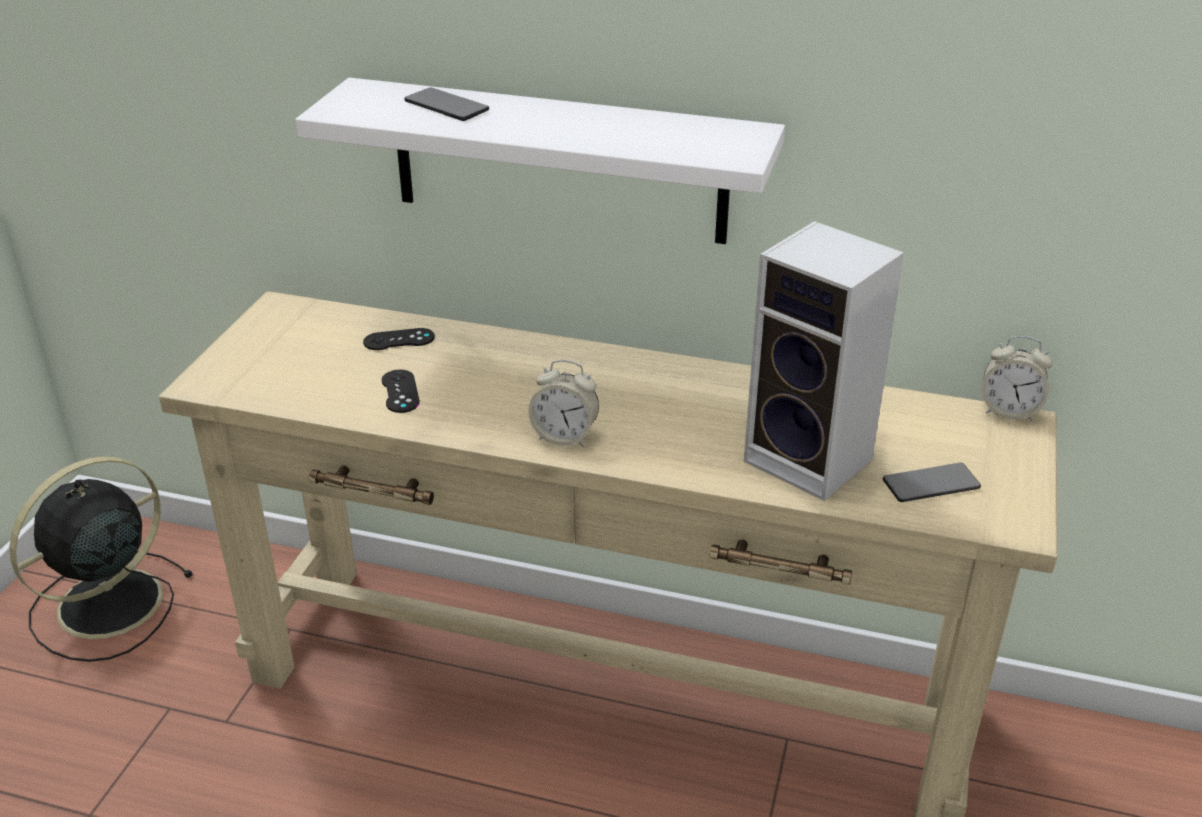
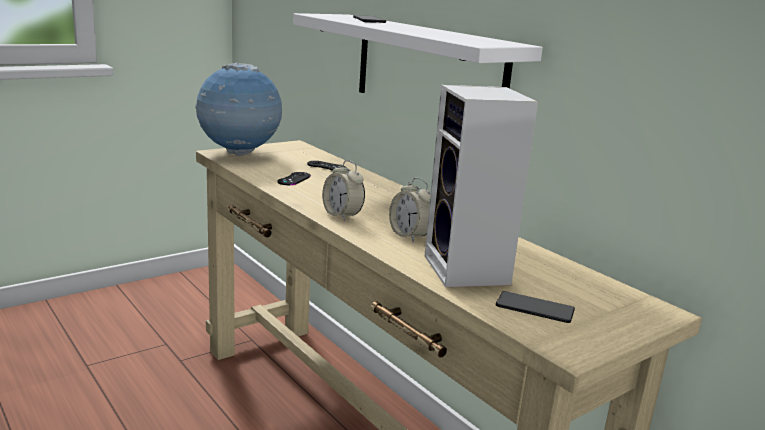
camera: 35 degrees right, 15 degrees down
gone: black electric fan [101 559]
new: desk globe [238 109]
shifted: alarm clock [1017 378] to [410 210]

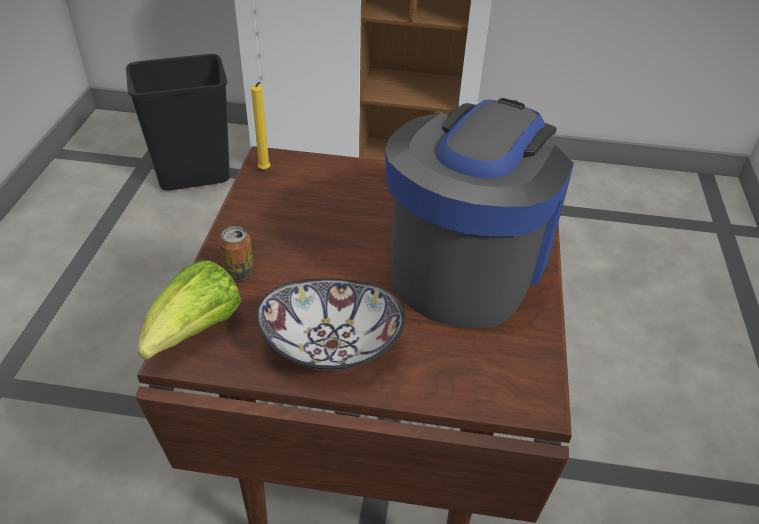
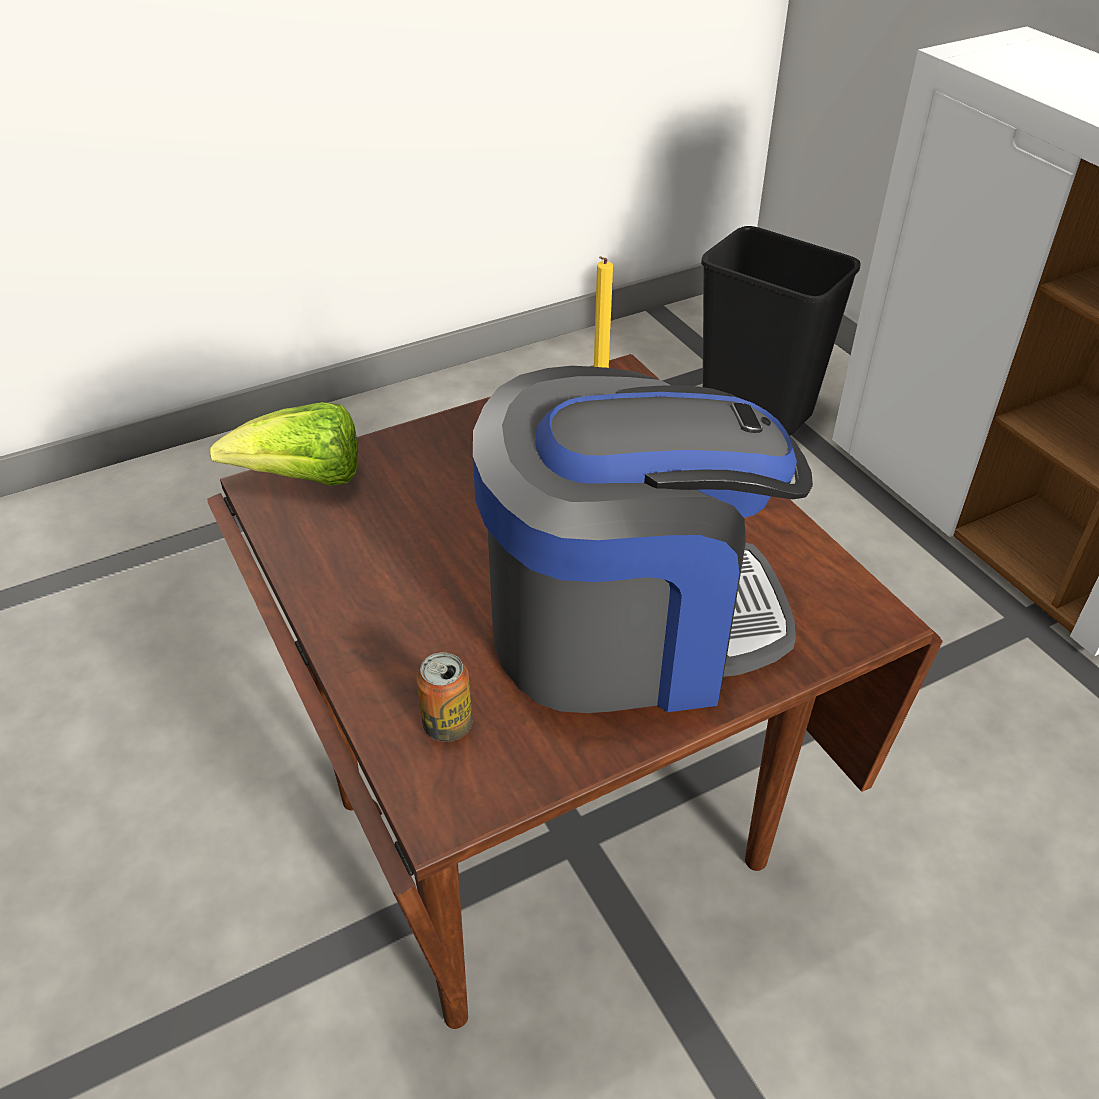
camera: 55 degrees right, 0 degrees up
gone: deep dish [331 324]
shifted: metal can [236 253] to [444 697]

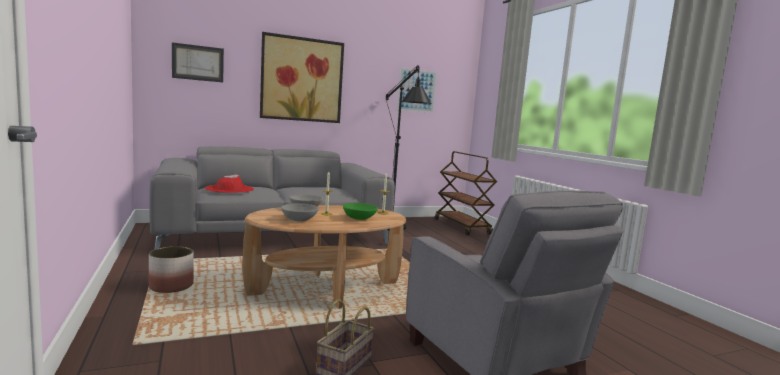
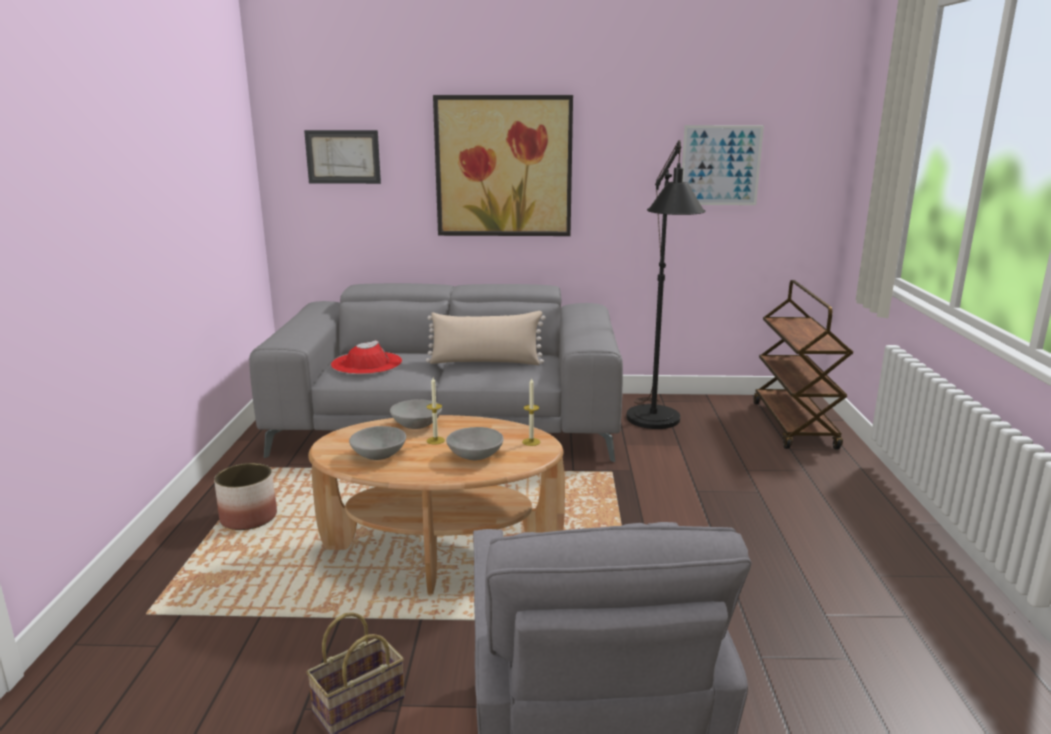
camera: 25 degrees right, 10 degrees up
new: beige cushion [486 338]
repainted: green deep dish [360 211] to grey deep dish [475 443]

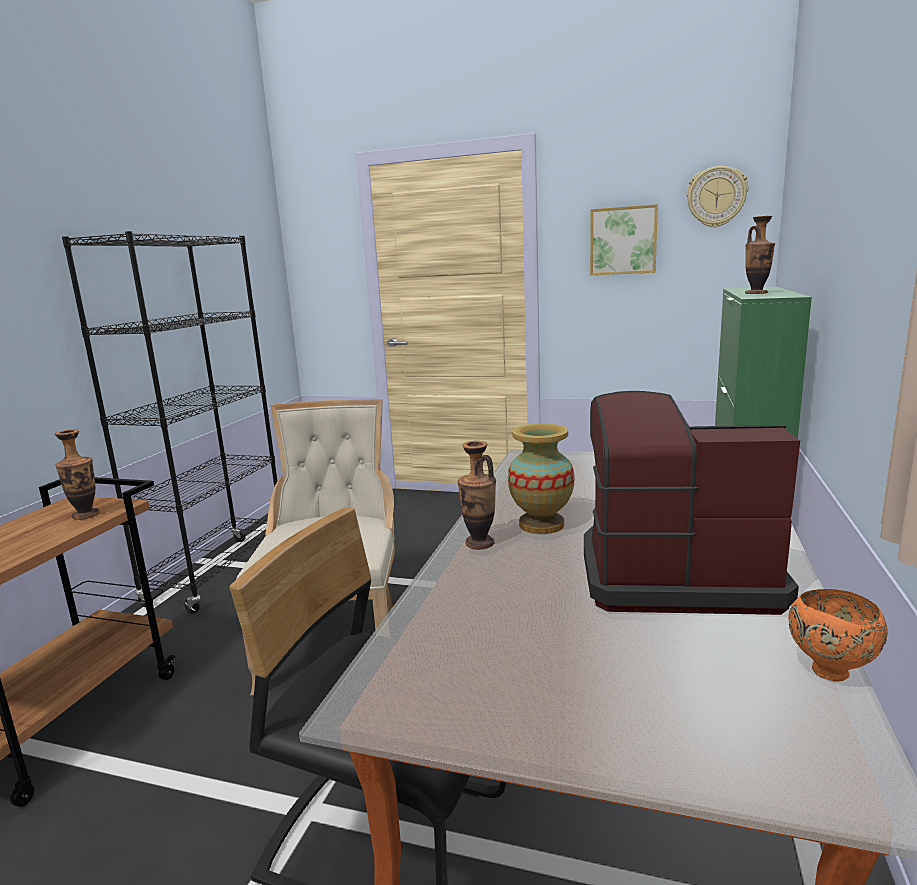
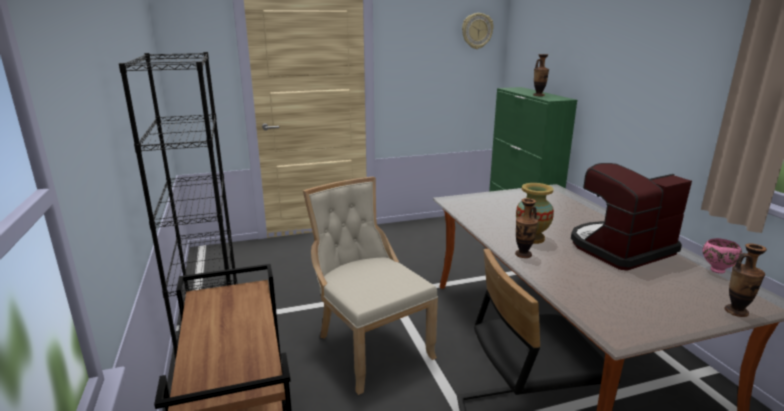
camera: 35 degrees left, 5 degrees up
gone: wall picture [624 239]
shifted: flower vase [77 474] to [746 280]
repainted: orangey deep dish [838 635] to pinkish deep dish [722 256]

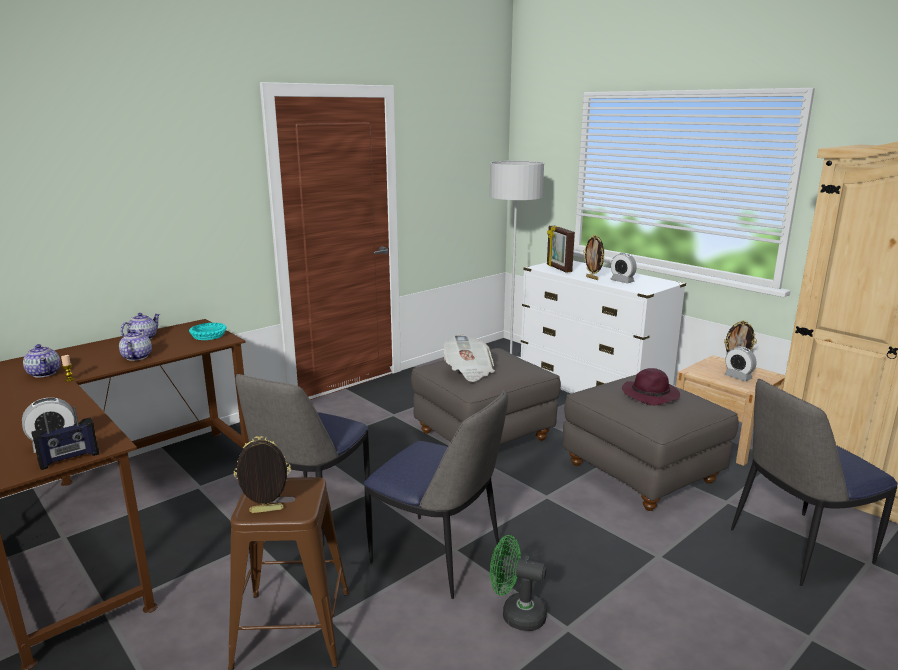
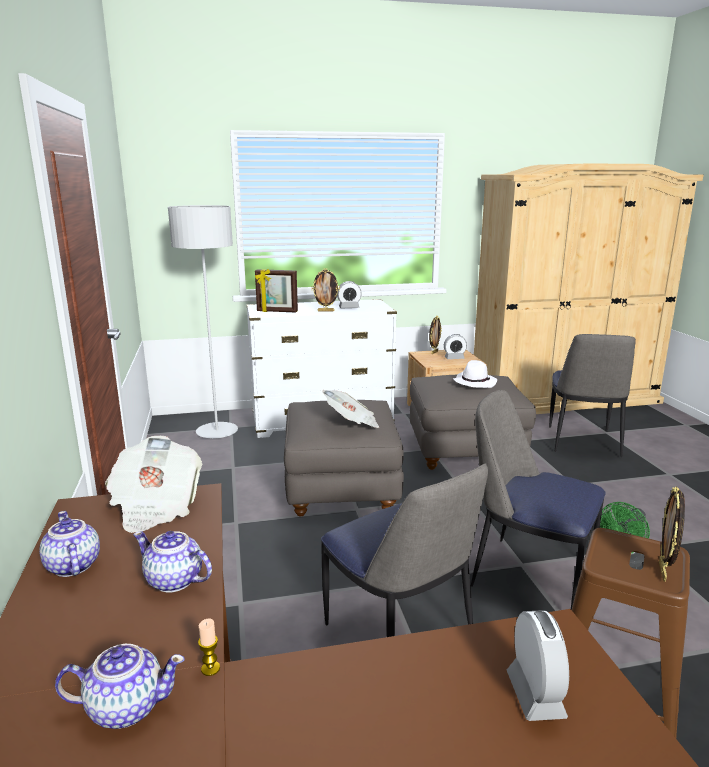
camera: 60 degrees left, 0 degrees up
gone: radio set [65 438]
swapped: turquoise-coloured deep dish [208 331] to newspaper [153 484]
repainted: purplish wearable hat [651 386] to white wearable hat [475 374]
rotated: plain chair [436 494] = [538 500] 120 degrees counterclockwise

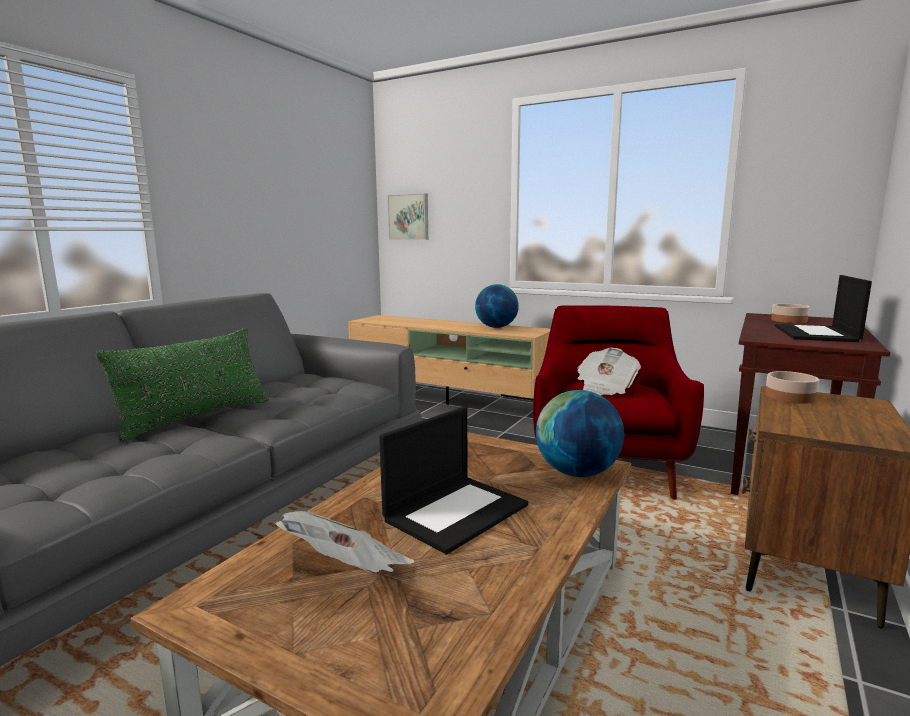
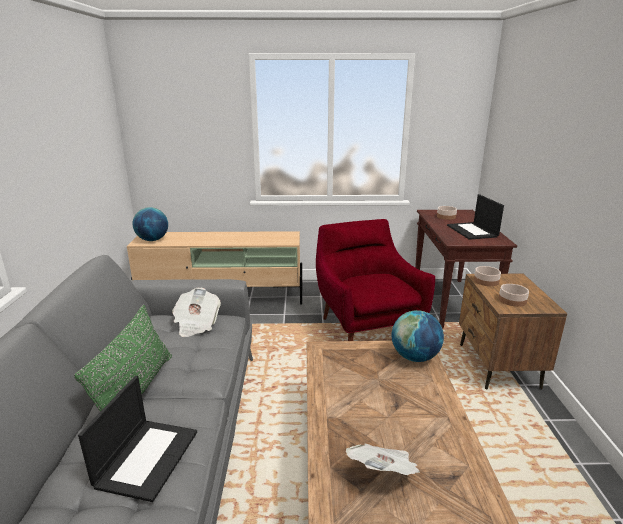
camera: 30 degrees left, 10 degrees up
gone: wall picture [408 216]
new: deep dish [514 295]
shifted: portable computer [453 480] to [137 439]; desk globe [497 306] to [150 224]; newspaper [609 371] to [196 312]

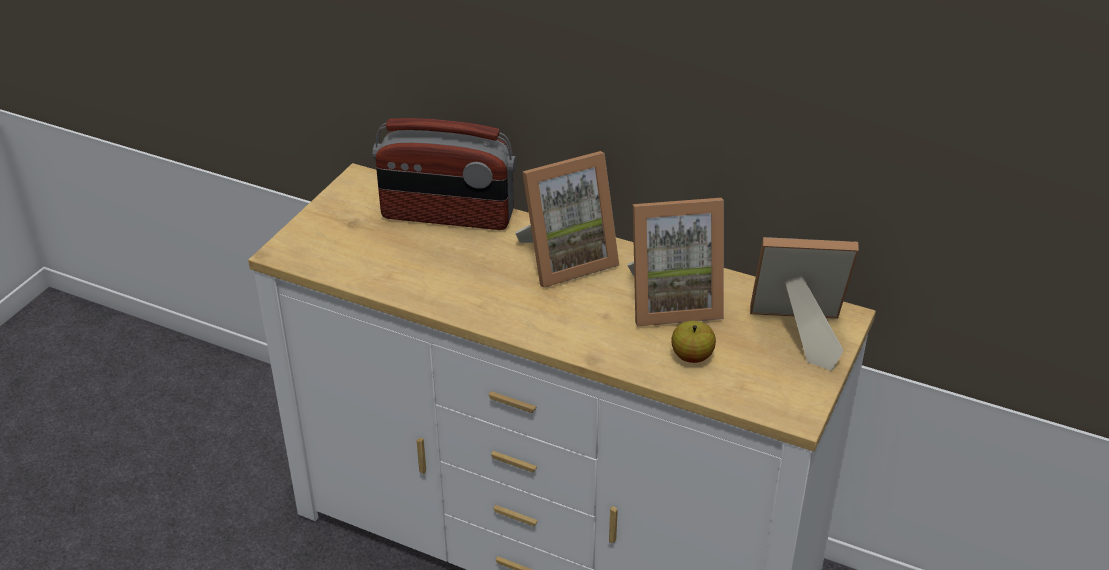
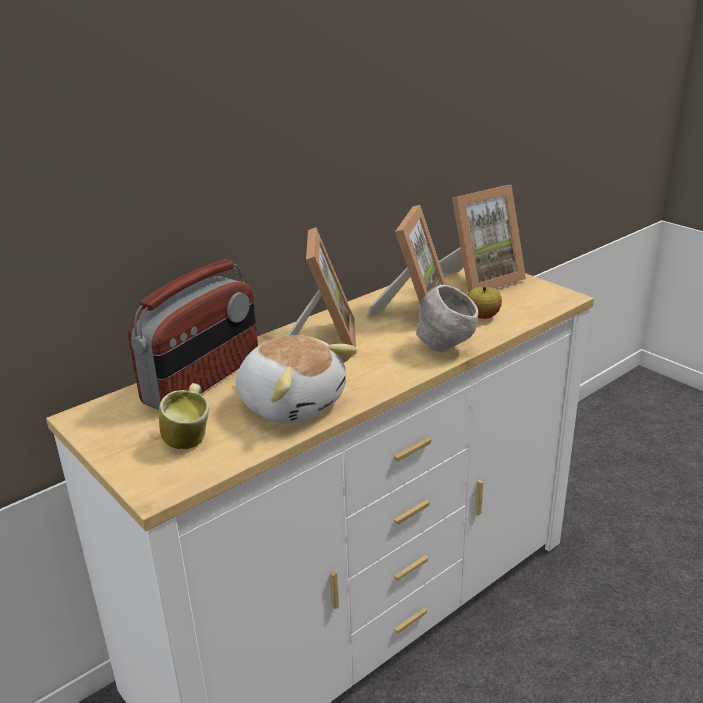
camera: 65 degrees left, 10 degrees down
new: coffee mug [184 416]; soft toy [296 379]; grey deep dish [447 318]
rotated: standing frame [804 304] = [482 239] 150 degrees counterclockwise

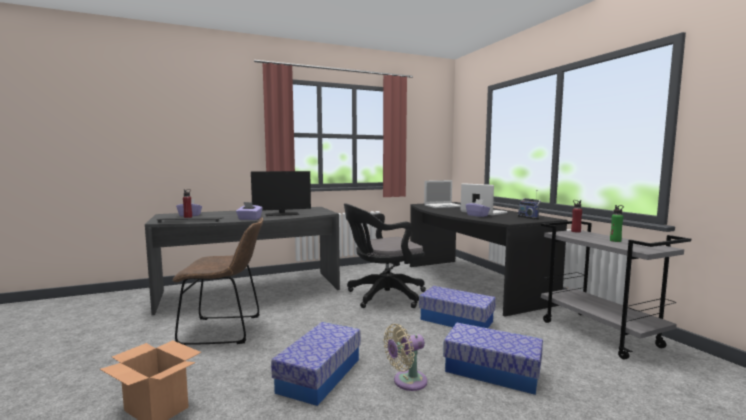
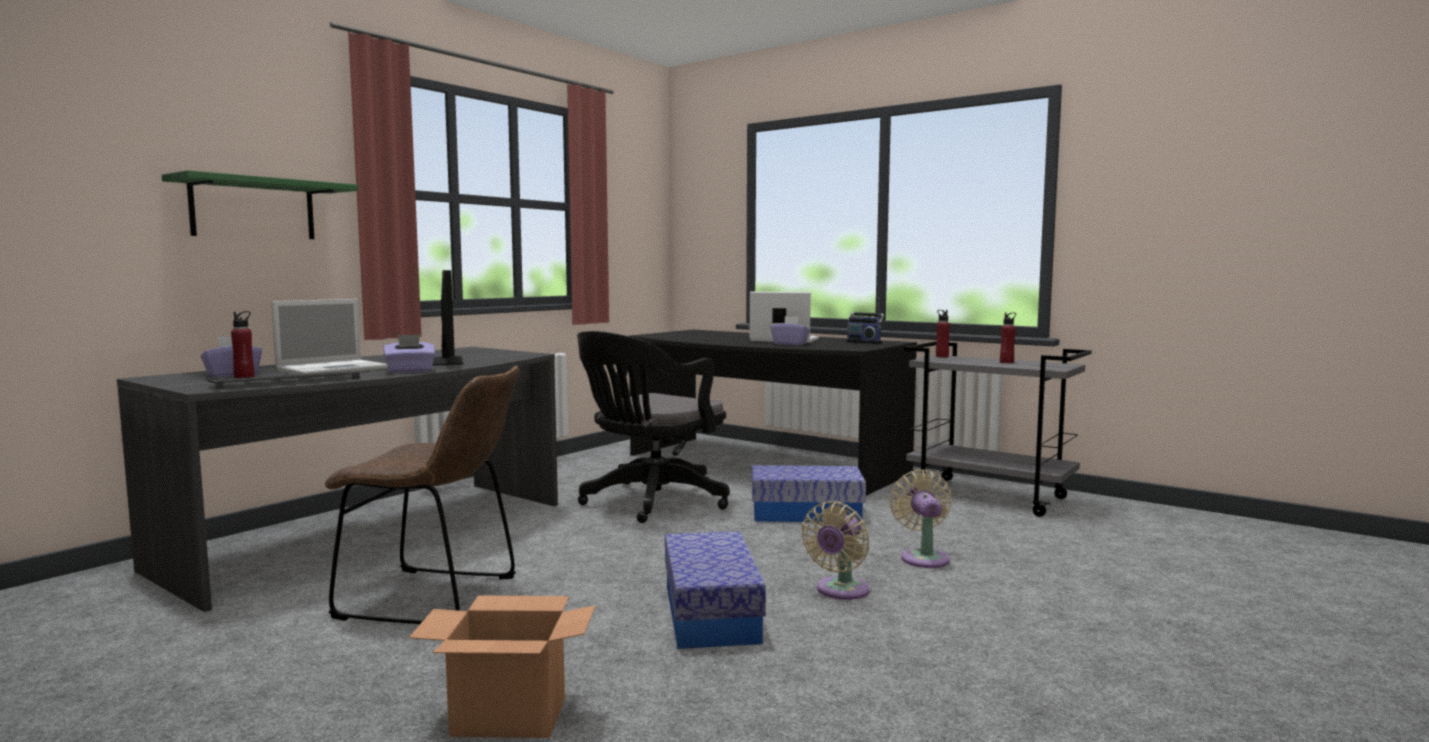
camera: 30 degrees left, 0 degrees up
new: green wall shelf [260 204]
shifted: portable computer [442 194] to [330 337]
swapped: storage container [493 358] to beige electric fan [921 518]
repainted: green drink bottle [617 223] to reddish drink bottle [1008 337]
rotated: brownish plain chair [218 281] = [422 495] 45 degrees clockwise; computer screen [281 193] = [447 318] 60 degrees counterclockwise

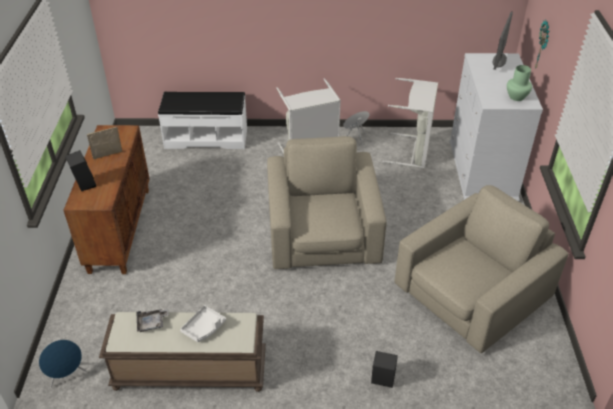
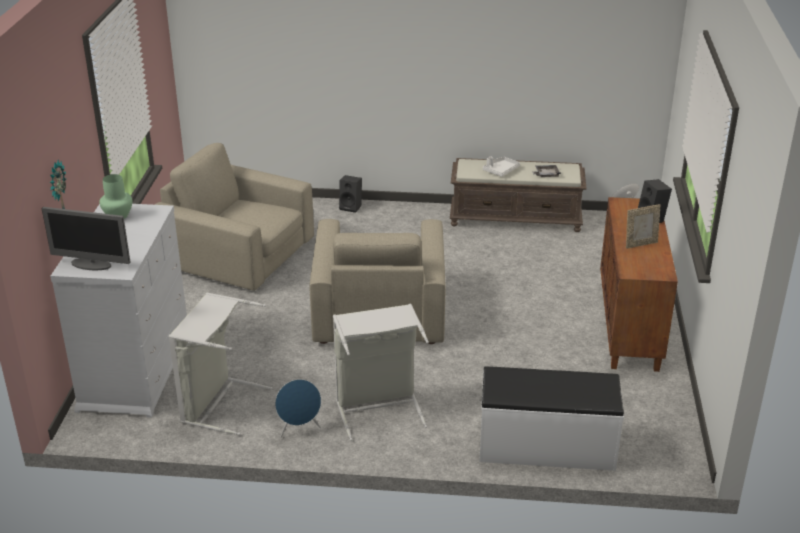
camera: 175 degrees left, 10 degrees down
rotated: computer screen [503 41] = [86 238] 75 degrees clockwise; beige armchair [481 269] = [234 217] 60 degrees clockwise

